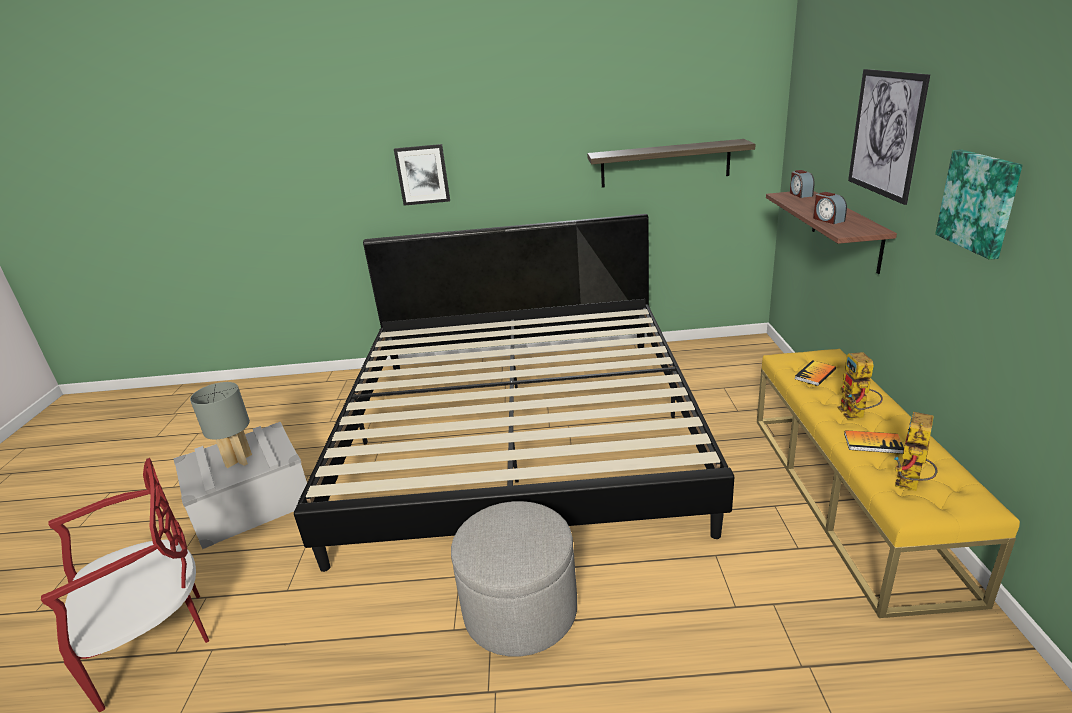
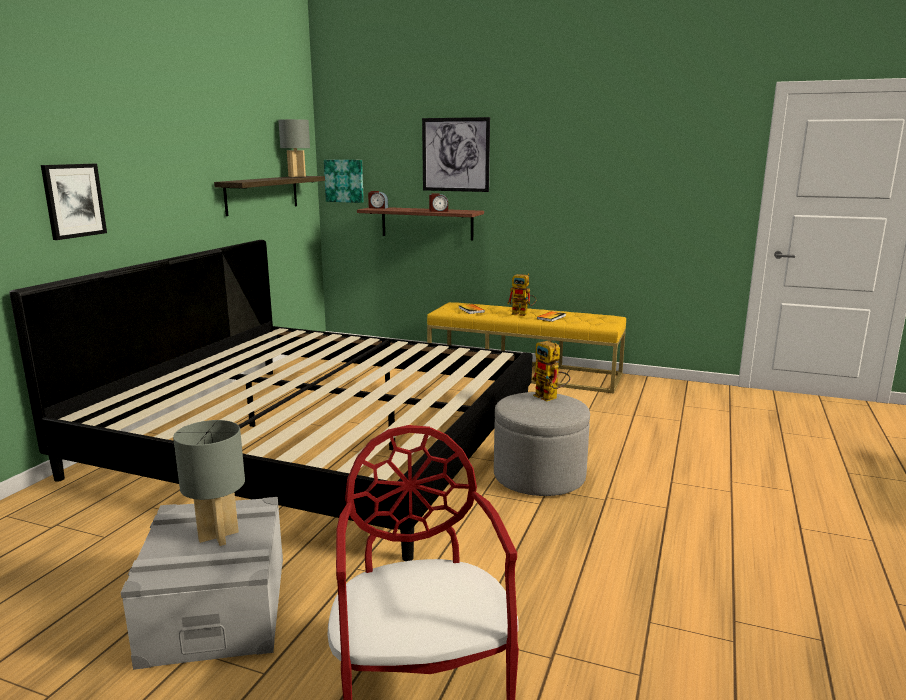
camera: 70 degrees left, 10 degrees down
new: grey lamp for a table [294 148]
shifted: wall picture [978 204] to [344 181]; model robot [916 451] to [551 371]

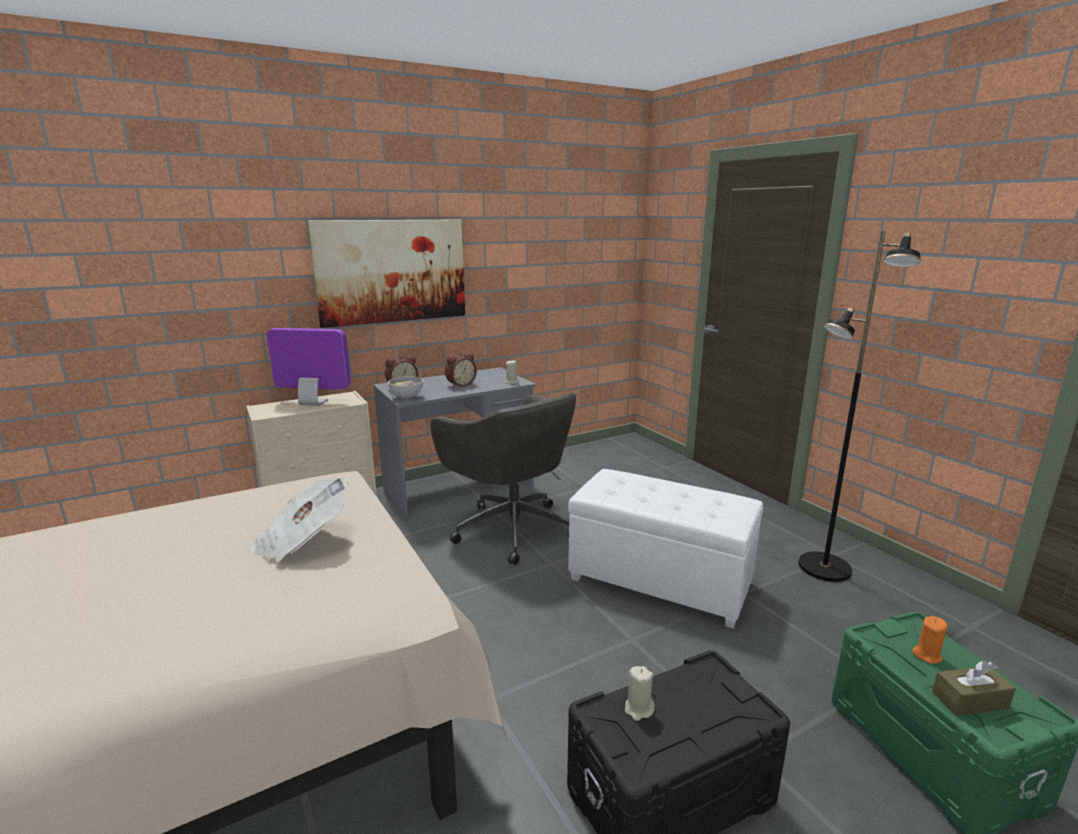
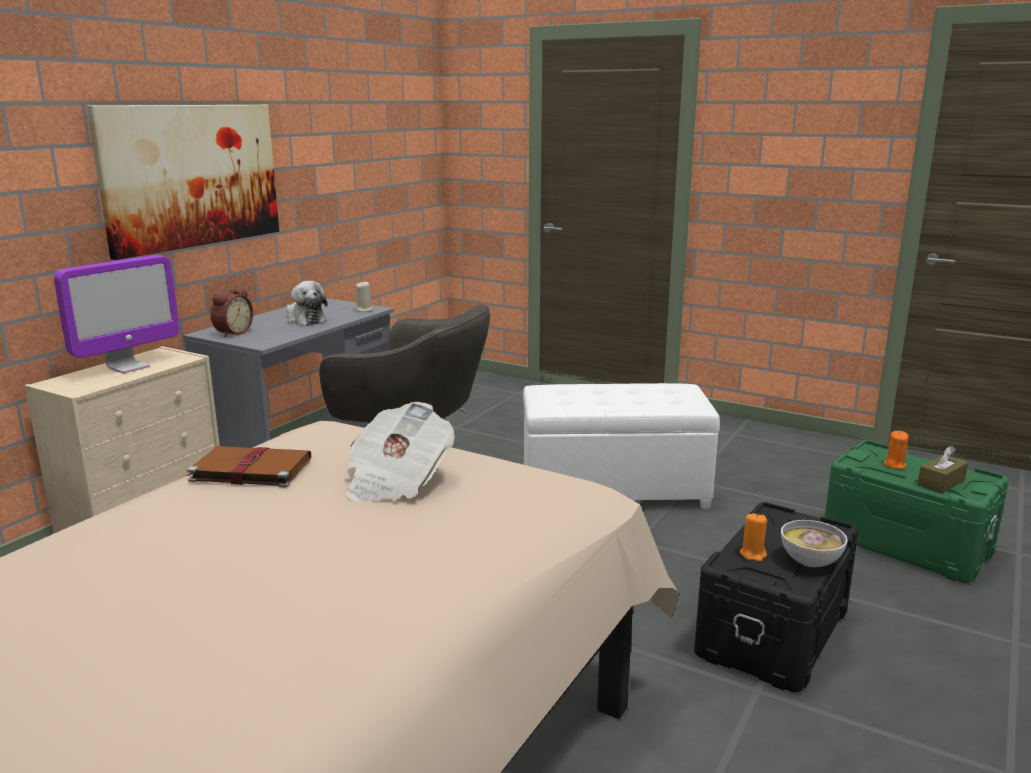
camera: 30 degrees left, 0 degrees up
gone: black floor lamp [859 406]
new: brownish book [248 466]
shifted: deep dish [405 388] to [814 544]
swapped: alarm clock [461 370] to soft toy [307 303]
repainted: beige candle [640 693] to orangey candle [753 537]
rotated: computer screen [309 367] = [117 314] 150 degrees clockwise

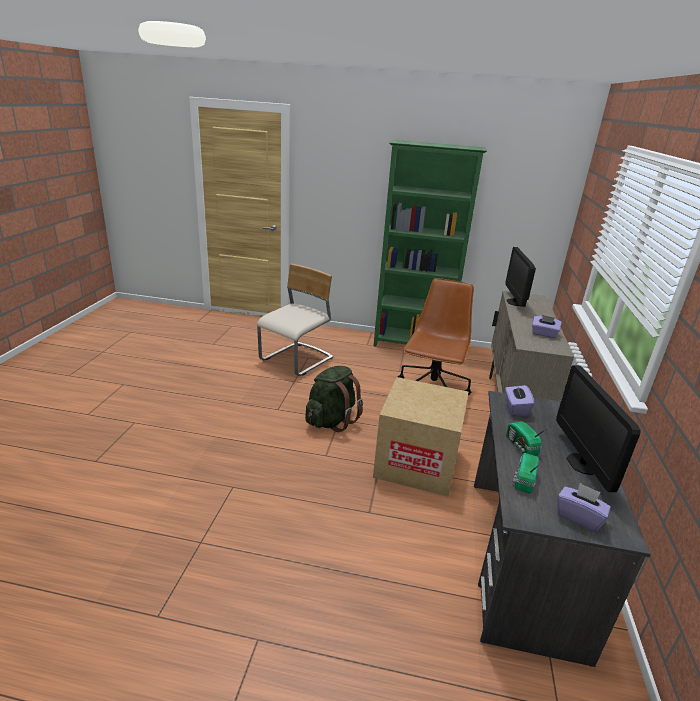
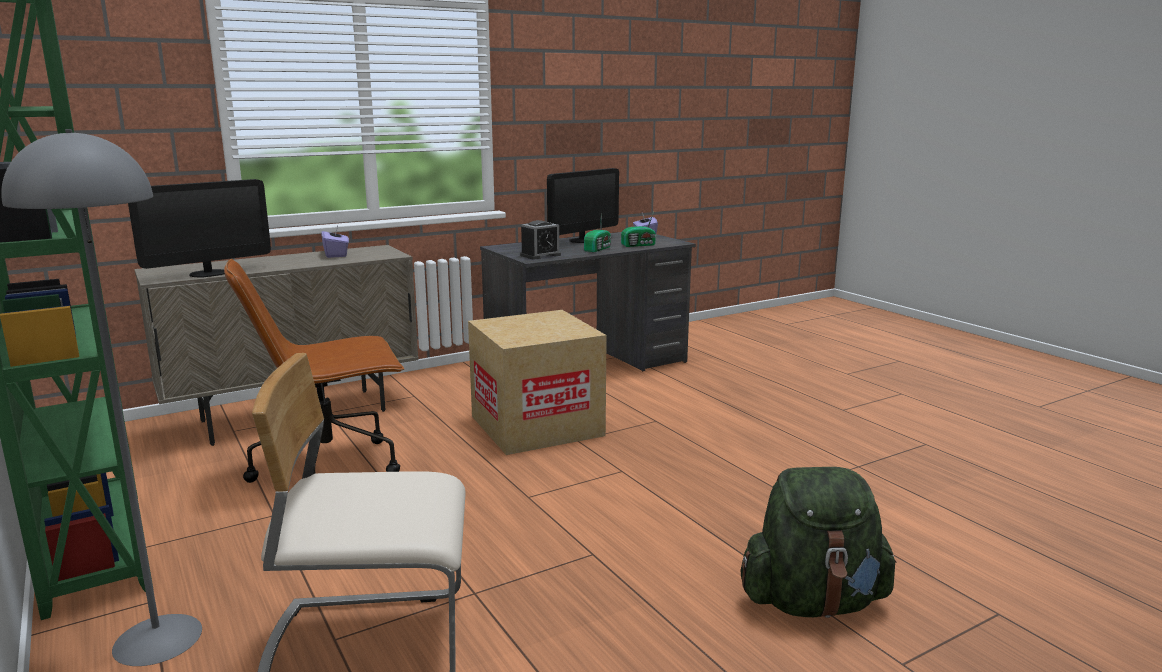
camera: 130 degrees left, 10 degrees down
new: grey floor lamp [101 397]
shifted: green rucksack [334 399] to [819 542]
swapped: purplish box of tissues [519 400] to alarm clock [540 240]

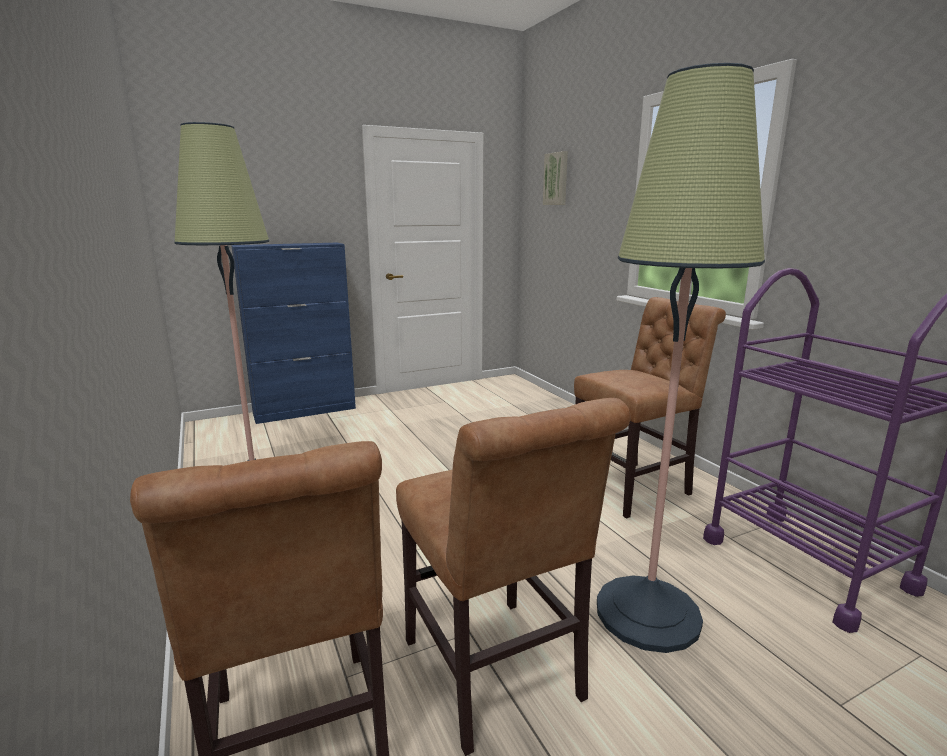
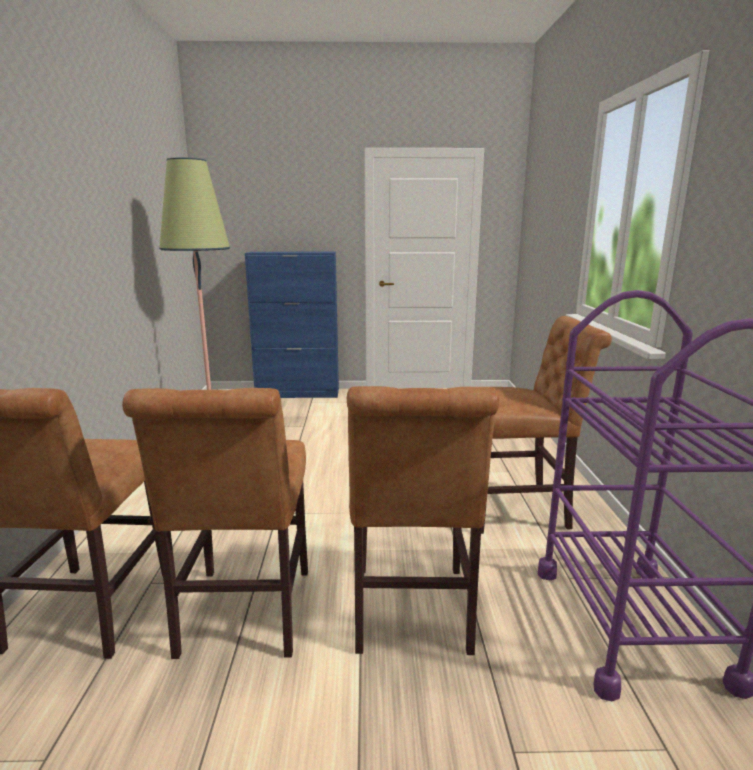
camera: 25 degrees right, 0 degrees up
gone: wall picture [555 178]
swapped: floor lamp [681 358] to brownish plain chair [423 520]

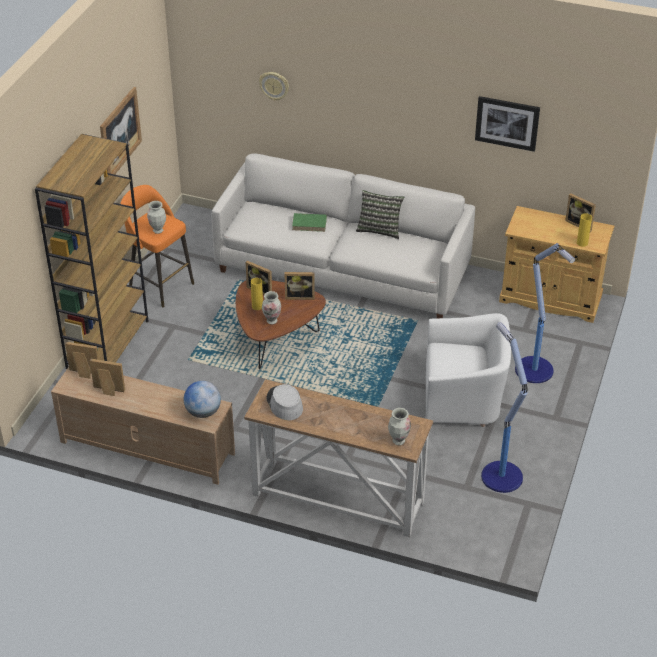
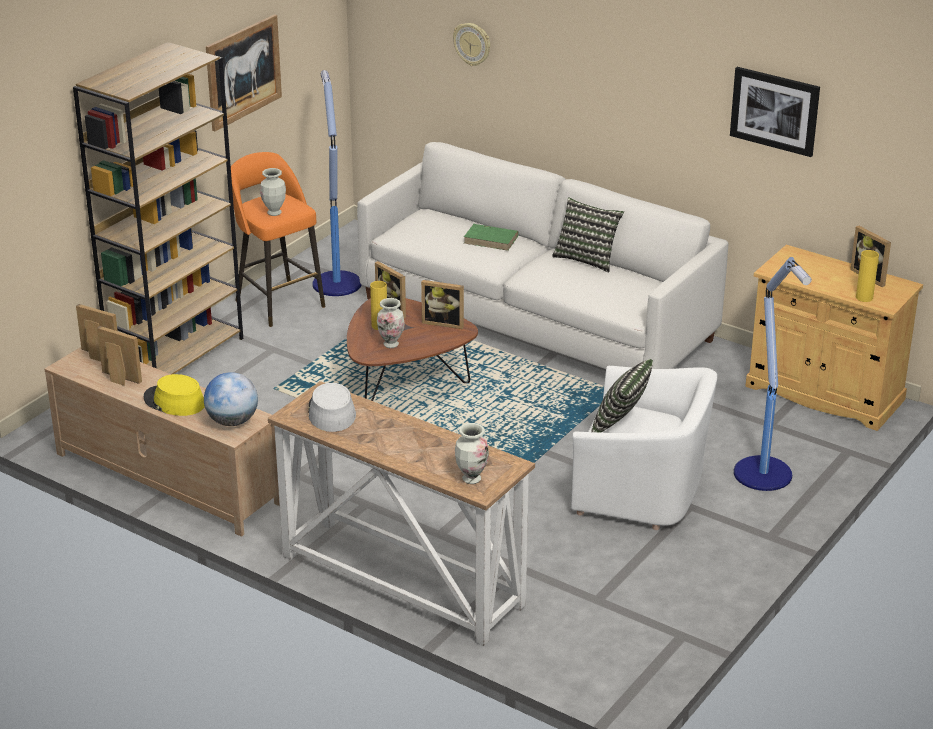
camera: 15 degrees right, 10 degrees down
new: yellow wearable hat [174 395]; cushion [622 396]
shifted: floor lamp [504 407] to [337 183]

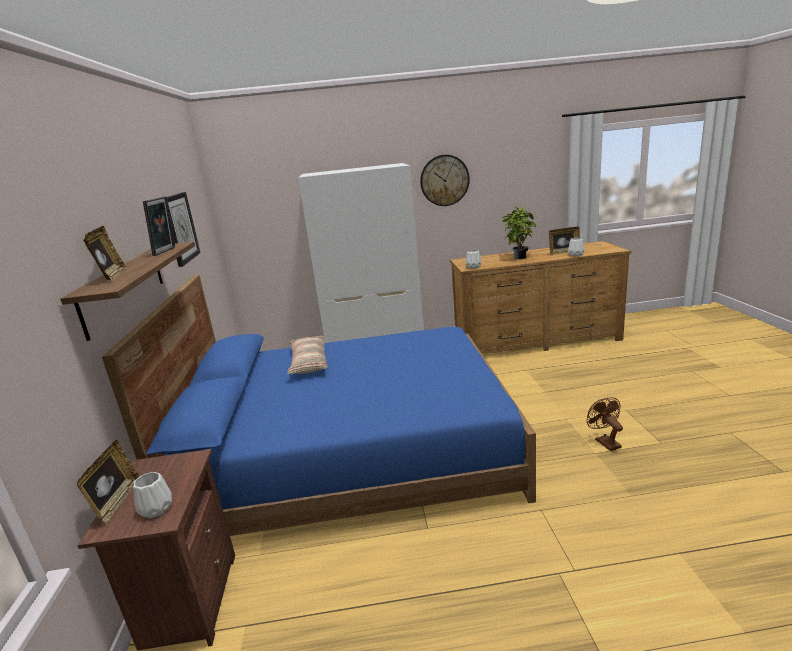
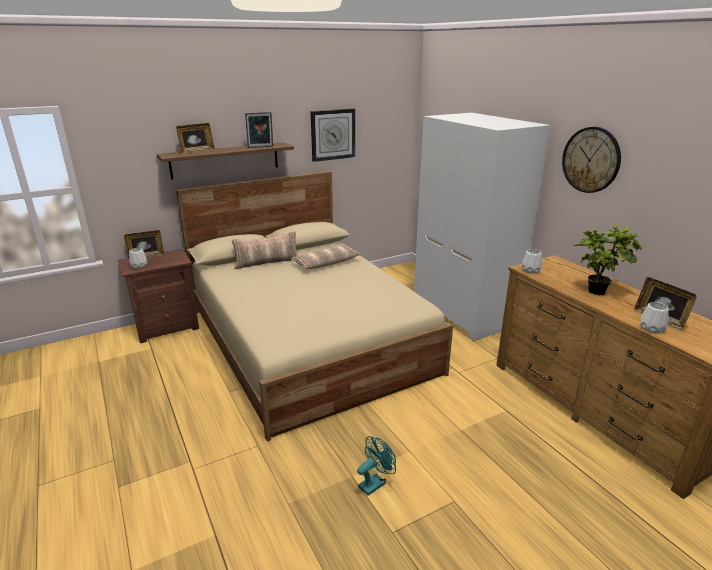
camera: 65 degrees right, 5 degrees up
new: cushion [265 250]
repainted: bluish bedroom bed [319 405] to beige bedroom bed [314 306]; brownish electric fan [605 424] to turquoise-coloured electric fan [376 466]

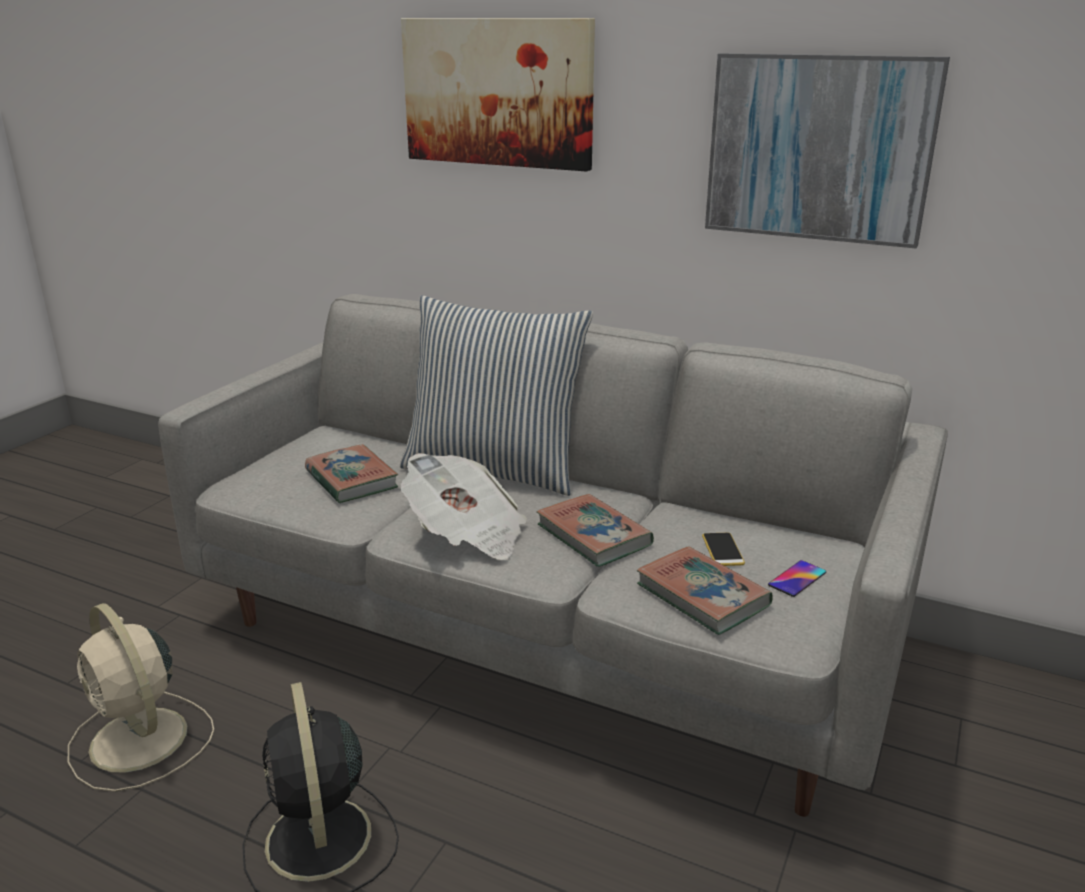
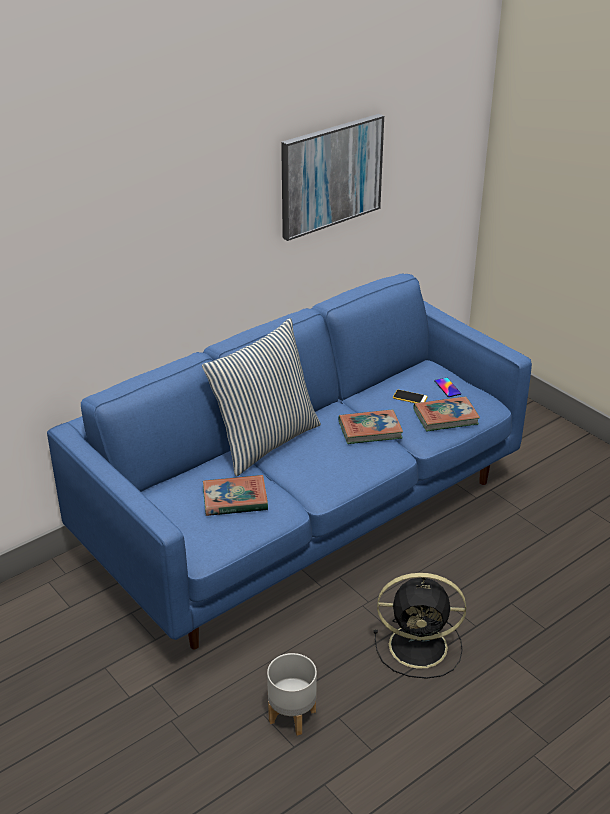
camera: 65 degrees left, 10 degrees up
gone: newspaper [463 506]; wall picture [498 95]
swapped: beige electric fan [141 697] to grey flower pot [292 694]
repainted: grey couch [553 555] to bluish couch [289 462]

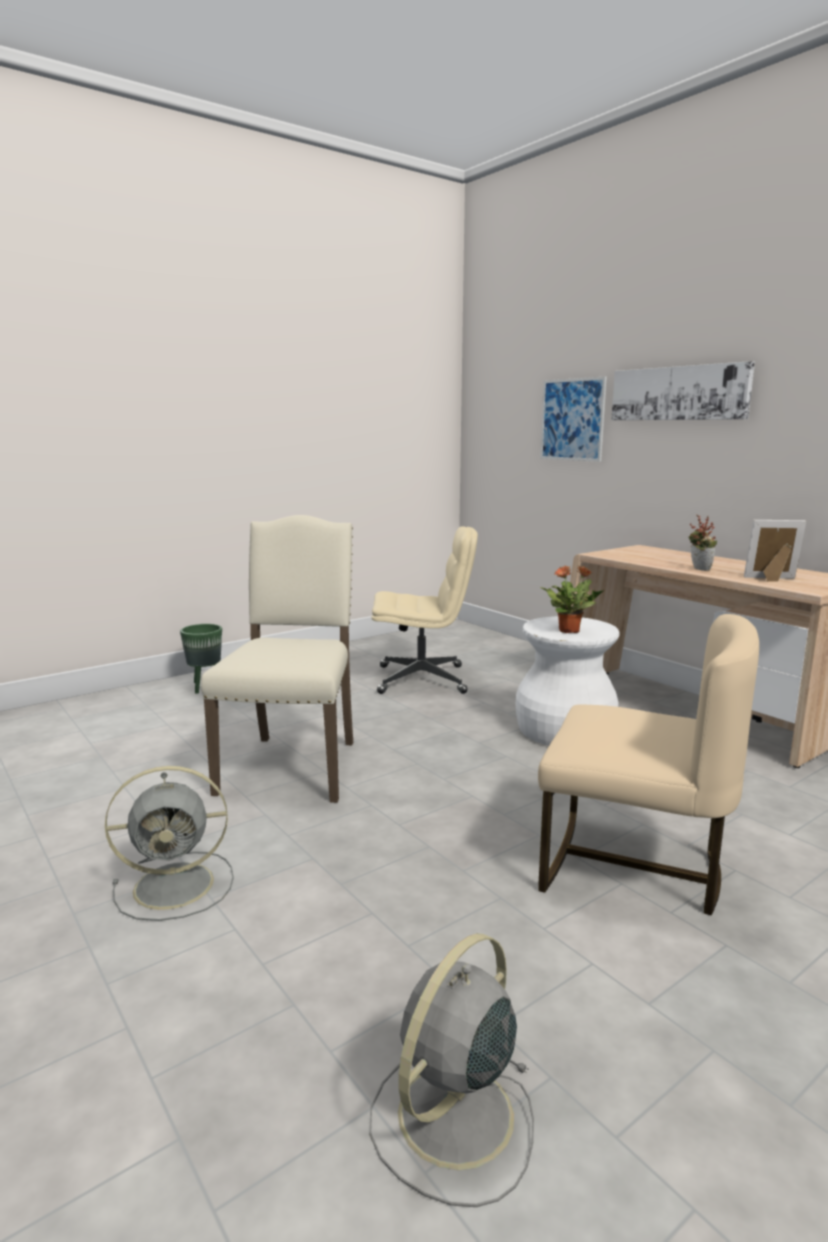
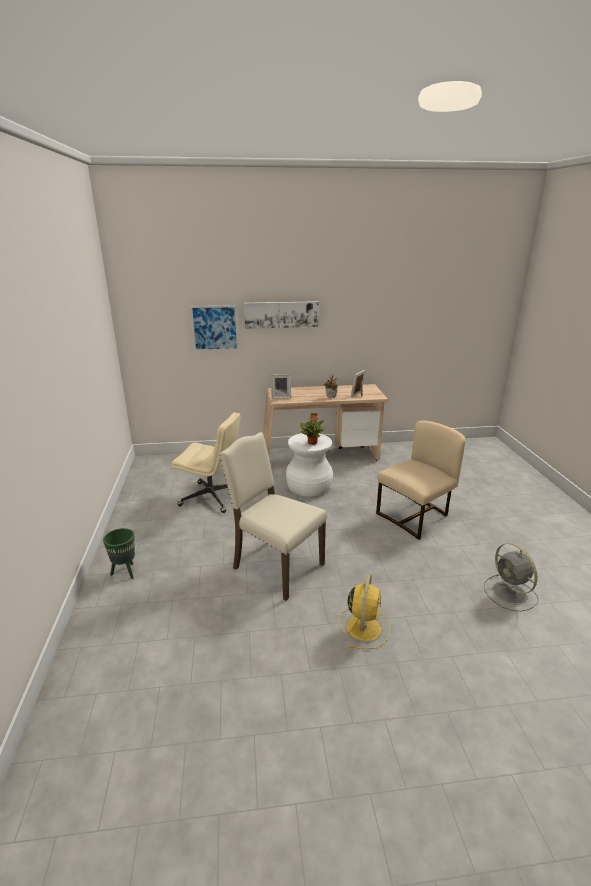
camera: 60 degrees left, 10 degrees up
new: standing frame [281 386]
repainted: grey electric fan [169 843] to yellow electric fan [364 611]
rotated: beige office chair [425 610] = [206 462] 75 degrees clockwise

